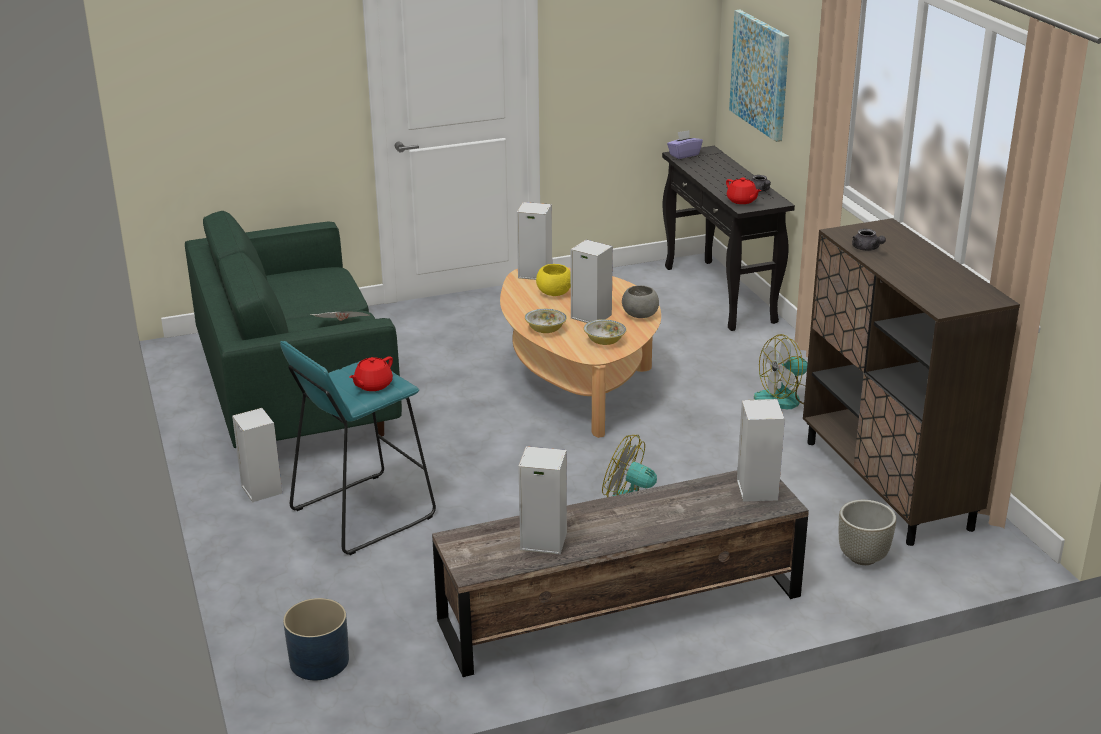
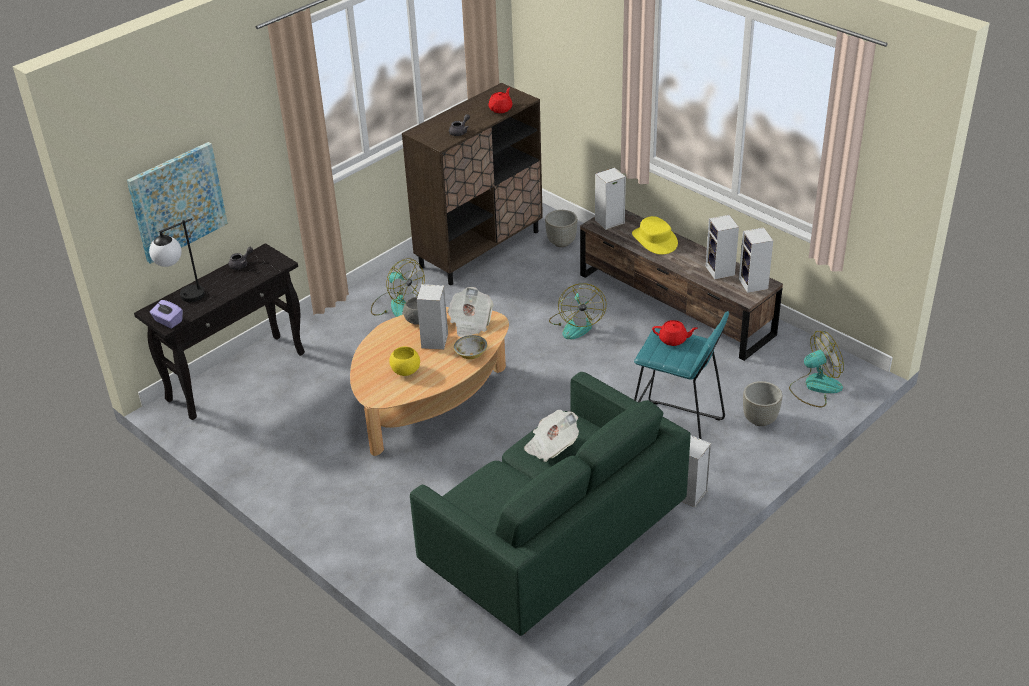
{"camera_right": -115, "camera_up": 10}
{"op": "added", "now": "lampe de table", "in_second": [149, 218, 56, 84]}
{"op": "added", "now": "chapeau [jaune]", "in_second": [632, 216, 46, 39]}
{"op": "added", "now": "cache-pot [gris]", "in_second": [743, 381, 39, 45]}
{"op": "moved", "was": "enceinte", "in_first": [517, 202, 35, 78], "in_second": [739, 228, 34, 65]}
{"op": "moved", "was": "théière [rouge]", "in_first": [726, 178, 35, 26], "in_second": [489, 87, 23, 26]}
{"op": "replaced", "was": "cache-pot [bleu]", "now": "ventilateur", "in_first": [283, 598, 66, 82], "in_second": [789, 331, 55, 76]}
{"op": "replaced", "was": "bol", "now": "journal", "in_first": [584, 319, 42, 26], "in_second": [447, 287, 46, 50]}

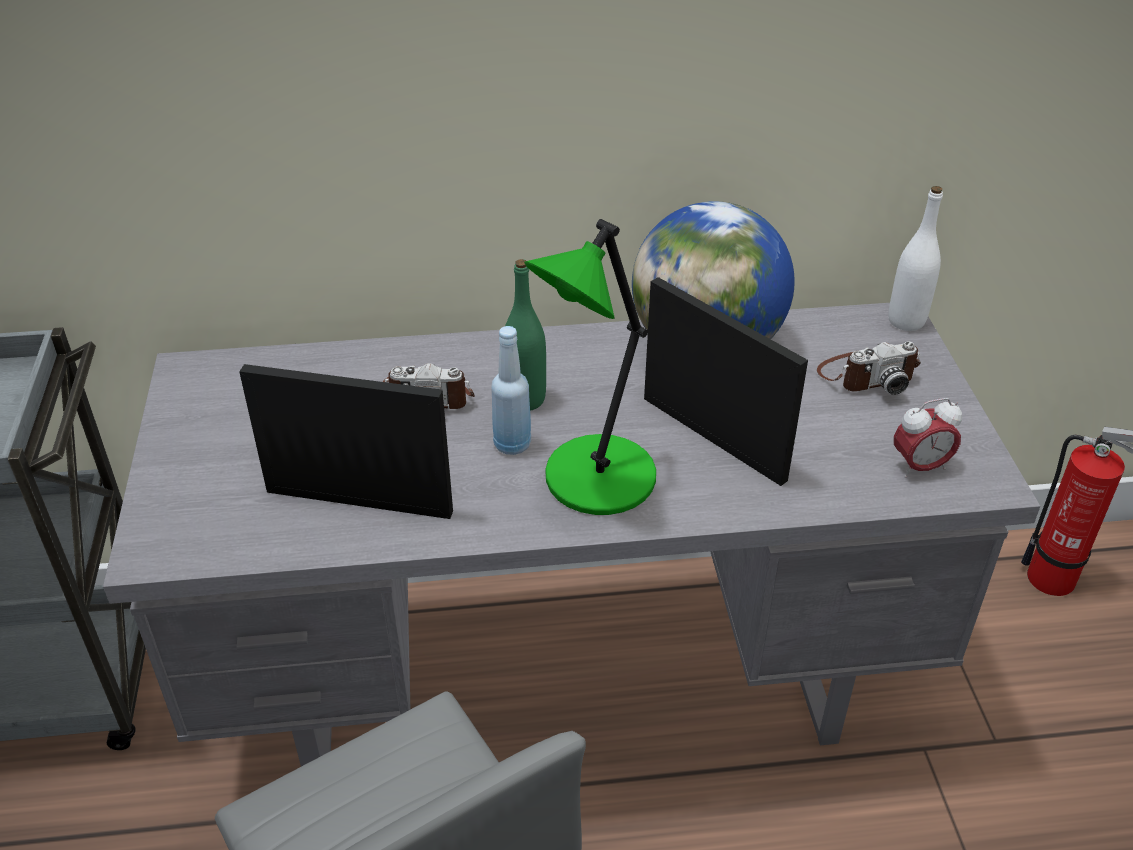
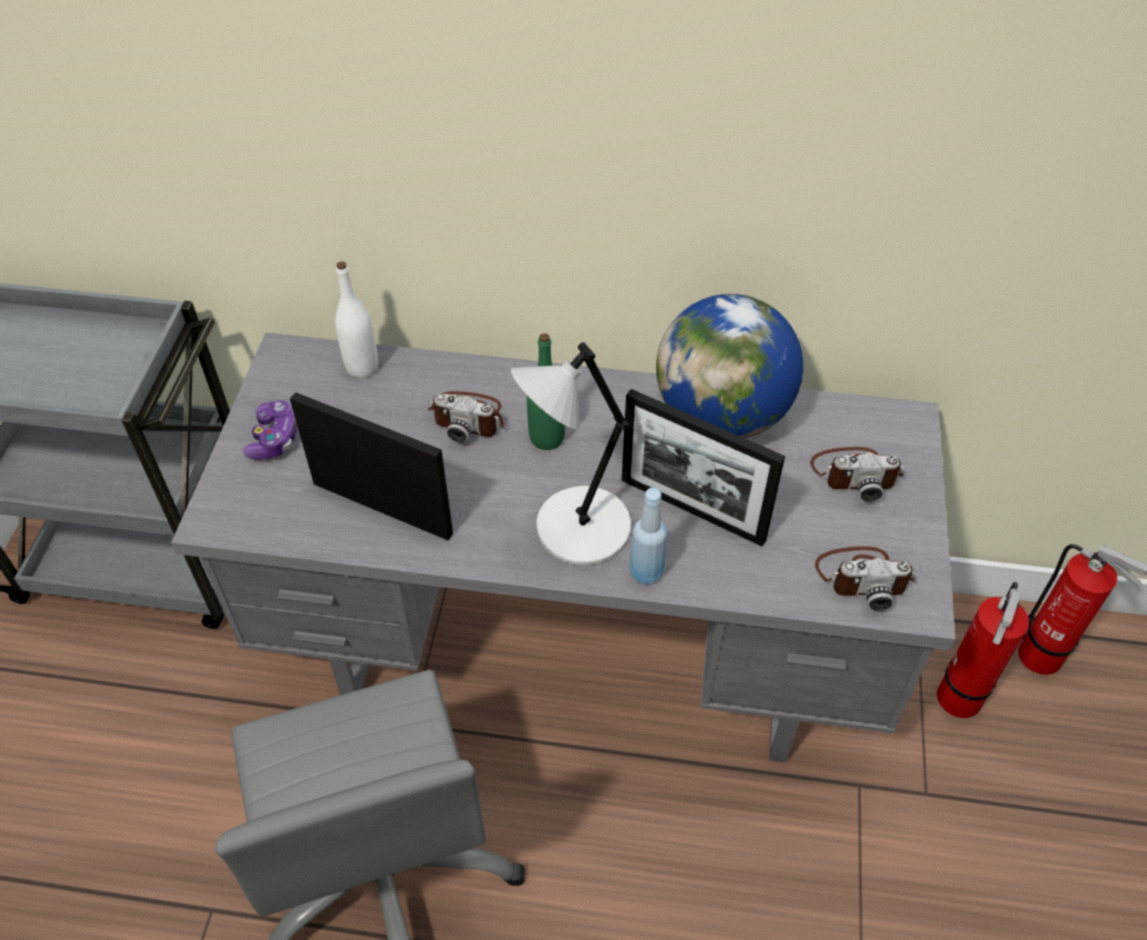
{"camera_right": 15, "camera_up": 10}
{"op": "added", "now": "manette", "in_second": [243, 400, 54, 60]}
{"op": "added", "now": "extincteur", "in_second": [937, 582, 92, 136]}
{"op": "moved", "was": "bouteille [bleu]", "in_first": [491, 326, 40, 129], "in_second": [629, 488, 38, 97]}
{"op": "moved", "was": "bouteille [blanc]", "in_first": [888, 186, 55, 145], "in_second": [335, 262, 43, 116]}
{"op": "replaced", "was": "réveil", "now": "appareil photo", "in_first": [894, 398, 68, 80], "in_second": [815, 546, 101, 65]}
{"op": "recoloured", "was": "lampe de table [vert]", "now": "lampe de table [gris]", "in_first": [524, 219, 132, 296], "in_second": [511, 342, 120, 223]}
{"op": "turned", "was": "cadre photo", "in_first": [644, 277, 164, 209], "in_second": [622, 389, 163, 158], "clockwise": 150}

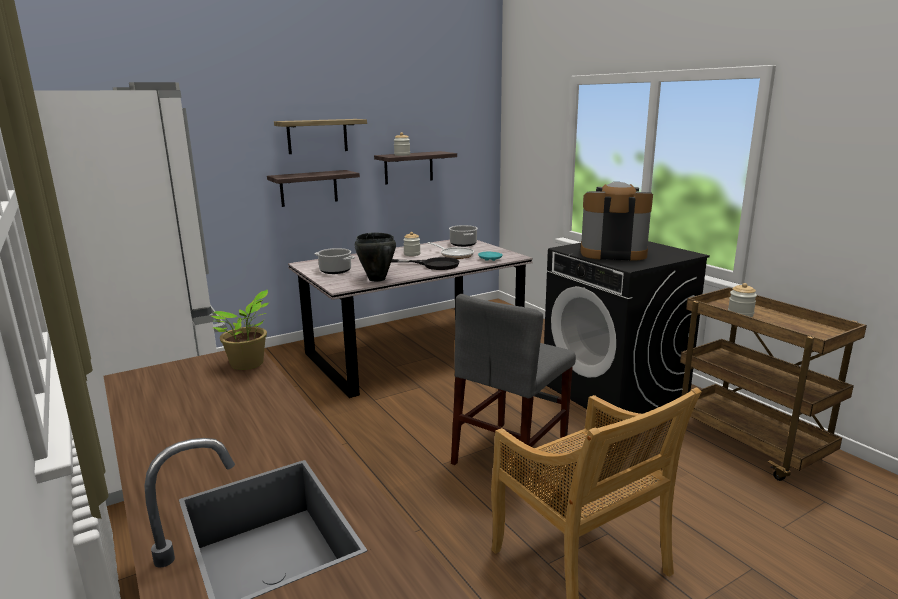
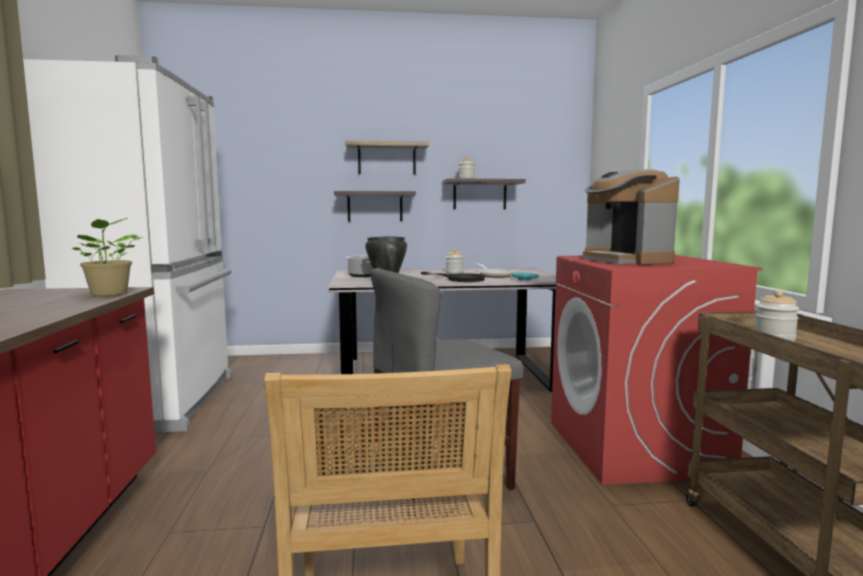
{"camera_right": 25, "camera_up": -10}
{"op": "removed", "was": "marmite", "in_first": [449, 225, 29, 22]}
{"op": "recoloured", "was": "lave-linge [noir]", "now": "lave-linge [rouge]", "in_first": [544, 241, 166, 178], "in_second": [551, 255, 212, 230]}
{"op": "turned", "was": "machine à café", "in_first": [581, 182, 72, 79], "in_second": [583, 169, 97, 96], "clockwise": -150}

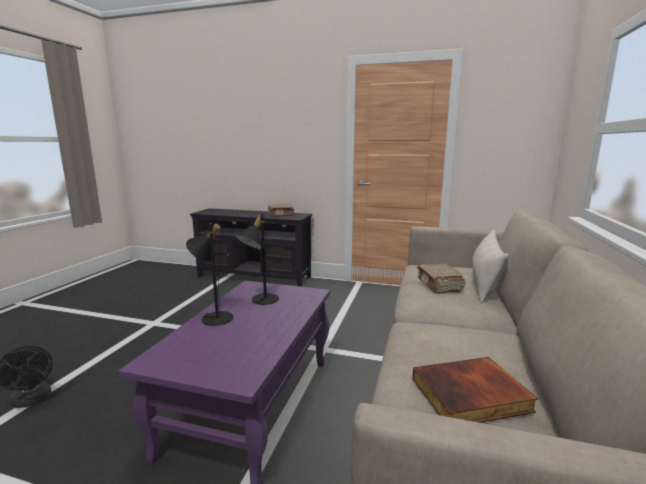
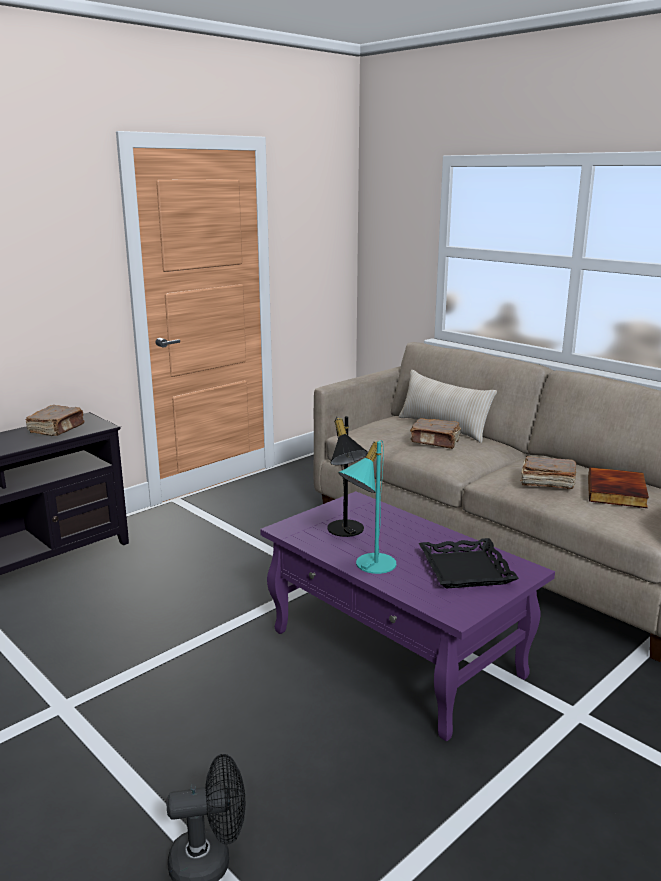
{"camera_right": -60, "camera_up": 5}
{"op": "added", "now": "plateau [noir]", "in_second": [419, 538, 100, 51]}
{"op": "added", "now": "livre [marron]", "in_second": [520, 456, 56, 33]}
{"op": "recoloured", "was": "lampe de table [noir]", "now": "lampe de table [turquoise]", "in_first": [186, 223, 47, 103], "in_second": [339, 440, 57, 134]}

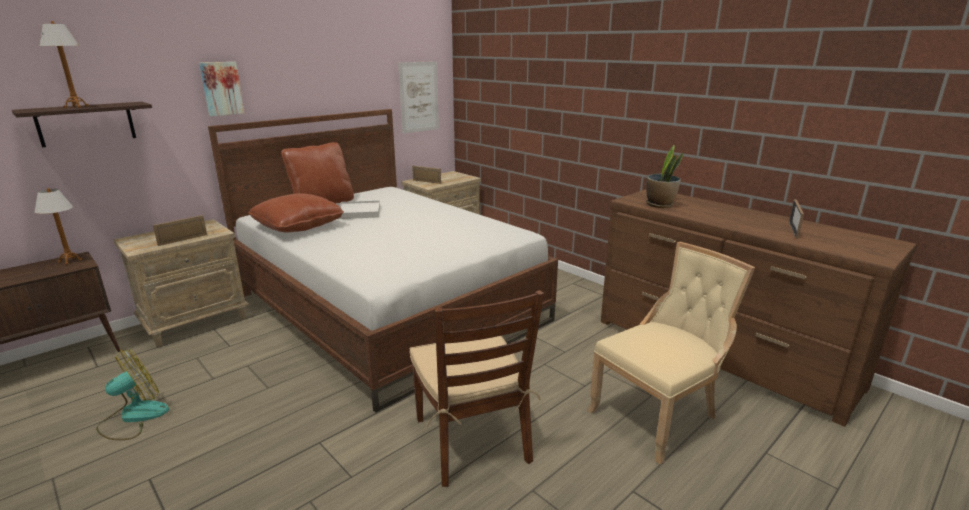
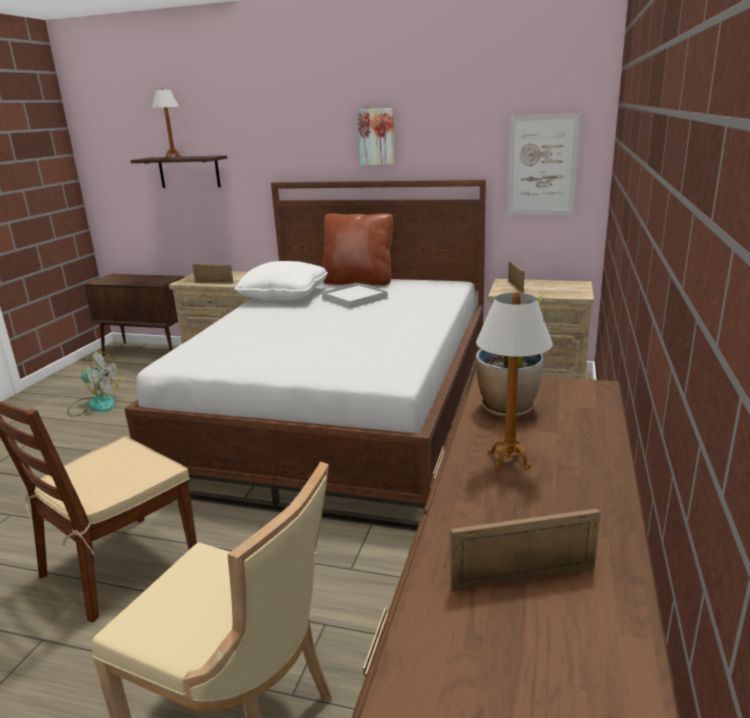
{"camera_right": 60, "camera_up": 0}
{"op": "moved", "was": "lampe de table", "in_first": [35, 188, 47, 77], "in_second": [476, 292, 77, 179]}
{"op": "moved", "was": "tableau", "in_first": [199, 62, 46, 54], "in_second": [358, 108, 37, 57]}
{"op": "recoloured", "was": "coussin [marron]", "now": "coussin [blanc]", "in_first": [248, 193, 96, 40], "in_second": [234, 261, 94, 39]}

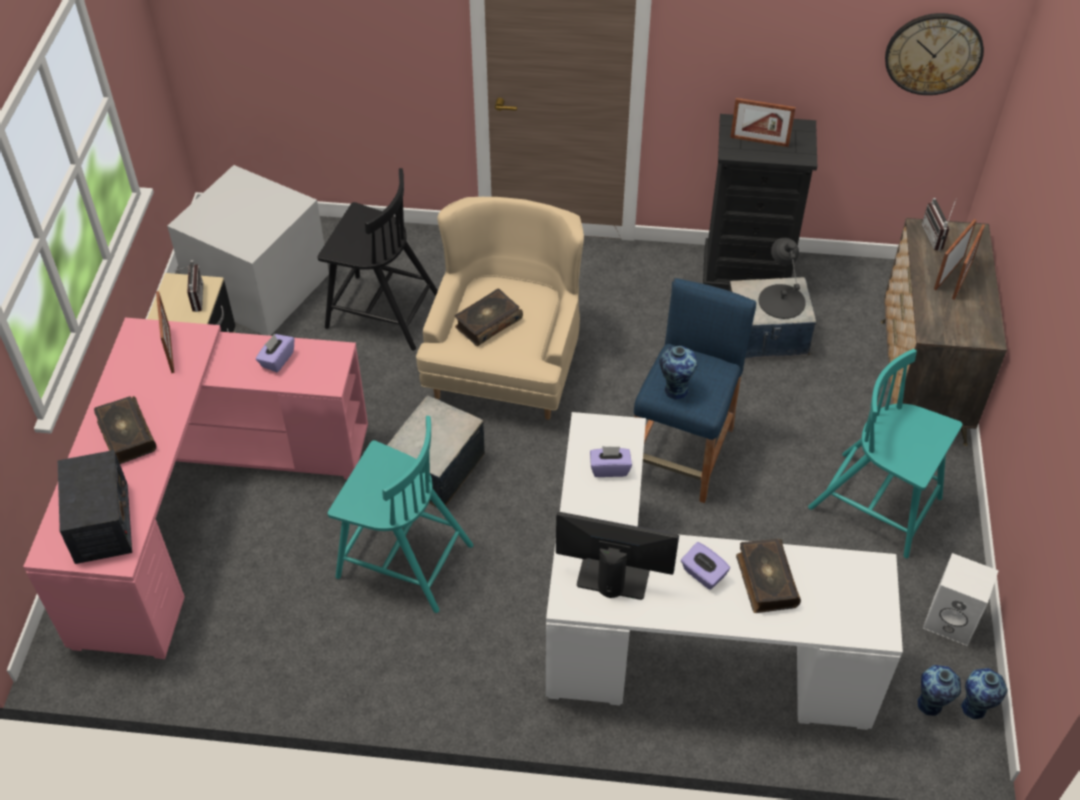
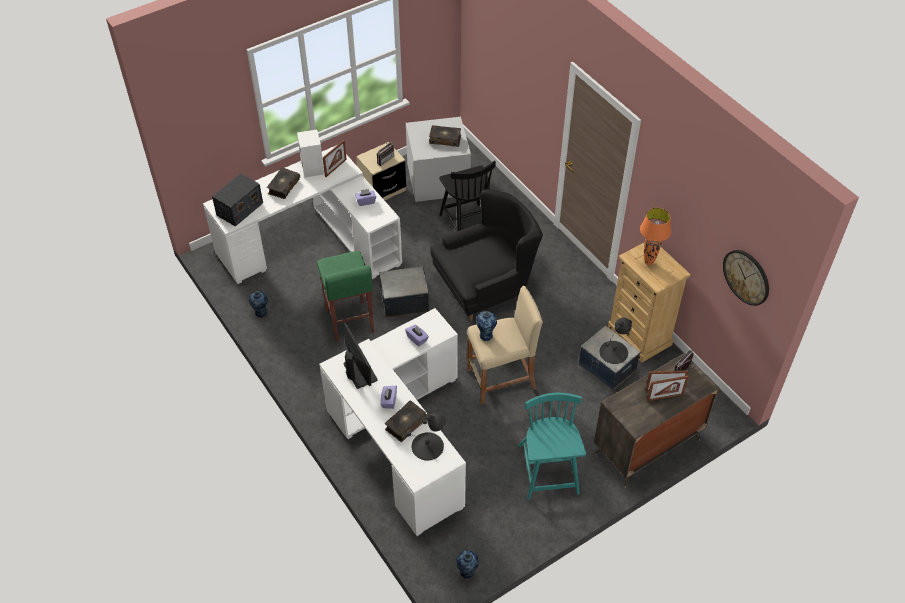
{"camera_right": 50, "camera_up": 0}
{"op": "added", "now": "lampe de table [noir]", "in_second": [406, 413, 40, 47]}
{"op": "moved", "was": "livre", "in_first": [455, 289, 68, 57], "in_second": [429, 125, 32, 22]}
{"op": "moved", "was": "vase", "in_first": [916, 665, 45, 51], "in_second": [249, 291, 19, 27]}
{"op": "moved", "was": "enceinte [blanc]", "in_first": [923, 553, 76, 93], "in_second": [297, 129, 27, 48]}
{"op": "replaced", "was": "chaise [turquoise]", "now": "tabouret [vert]", "in_first": [328, 416, 145, 197], "in_second": [317, 251, 57, 91]}
{"op": "replaced", "was": "cadre photo", "now": "lampe de table [orange]", "in_first": [730, 98, 66, 49], "in_second": [640, 208, 31, 57]}
{"op": "recoloured", "was": "bureau [rose]", "now": "bureau [blanc]", "in_first": [23, 318, 345, 341], "in_second": [203, 145, 199, 139]}
{"op": "recoloured", "was": "fauteuil [beige]", "now": "fauteuil [noir]", "in_first": [416, 197, 168, 223], "in_second": [430, 189, 113, 132]}
{"op": "recoloured", "was": "tabouret [bleu]", "now": "tabouret [beige]", "in_first": [634, 278, 122, 225], "in_second": [467, 286, 76, 119]}
{"op": "recoloured", "was": "commode [noir]", "now": "commode [beige]", "in_first": [703, 114, 114, 177], "in_second": [607, 242, 84, 121]}

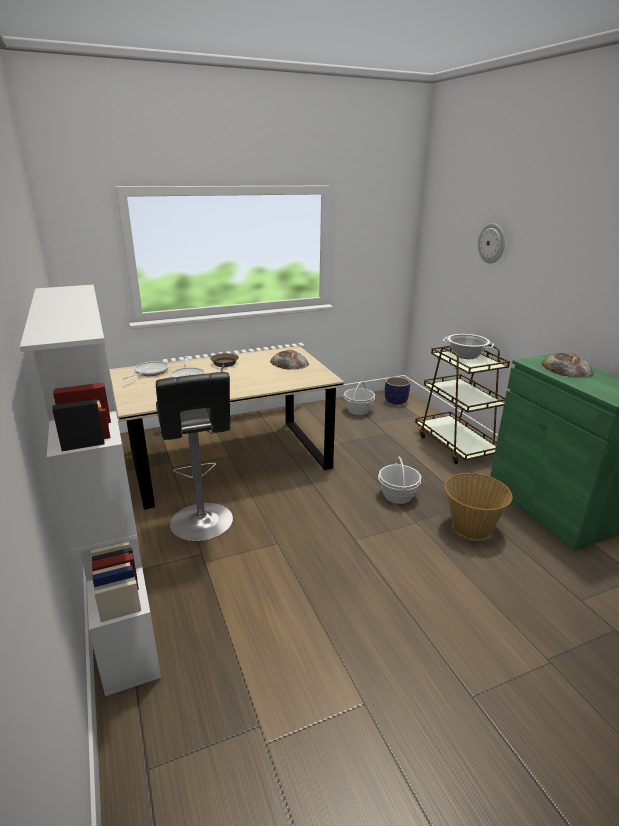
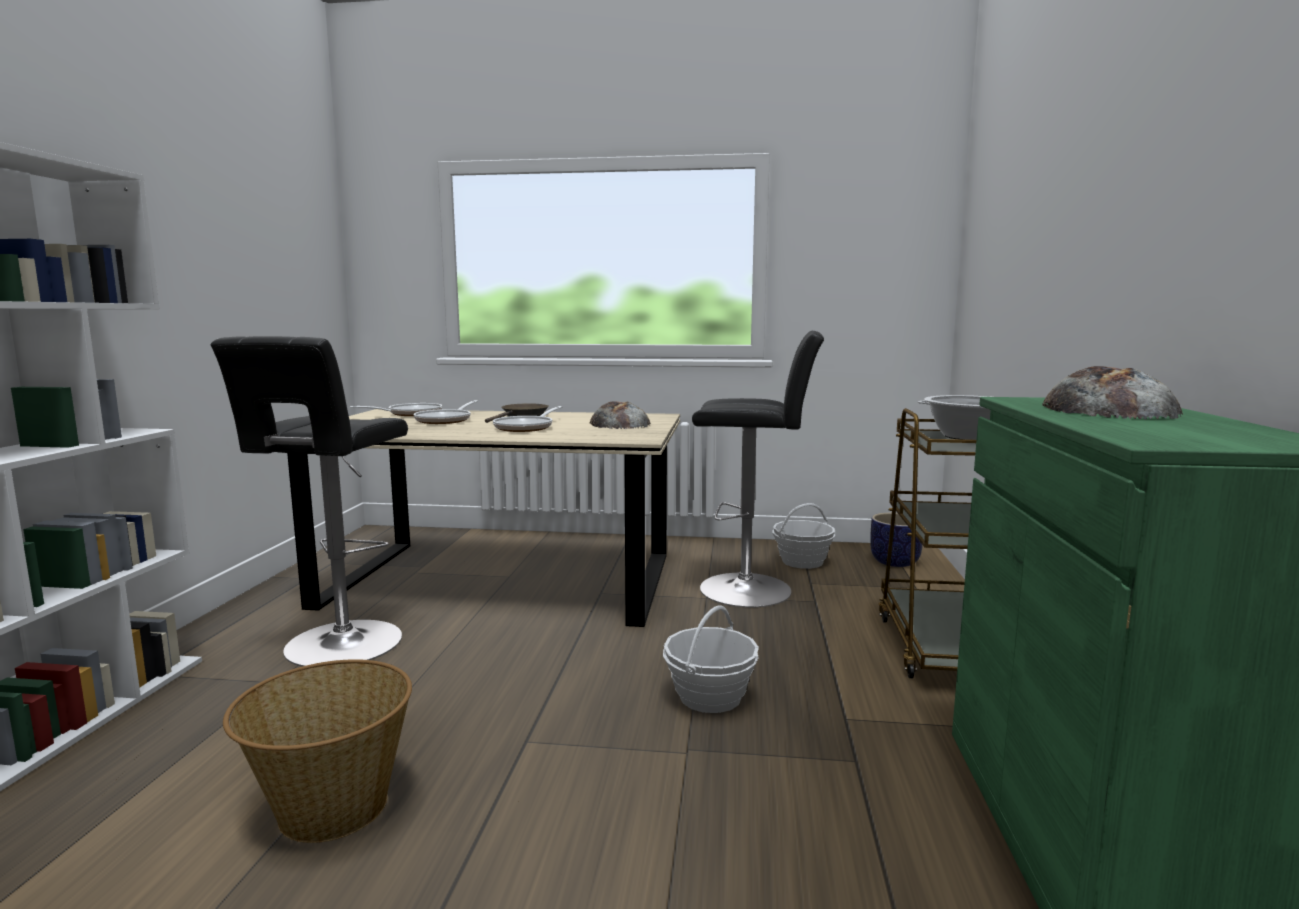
{"camera_right": 30, "camera_up": -15}
{"op": "removed", "was": "horloge murale", "in_first": [478, 223, 27, 40]}
{"op": "added", "now": "poêle", "in_second": [493, 406, 69, 26]}
{"op": "added", "now": "tabouret [noir]", "in_second": [692, 331, 132, 276]}
{"op": "moved", "was": "panier", "in_first": [444, 473, 69, 67], "in_second": [223, 659, 189, 184]}

